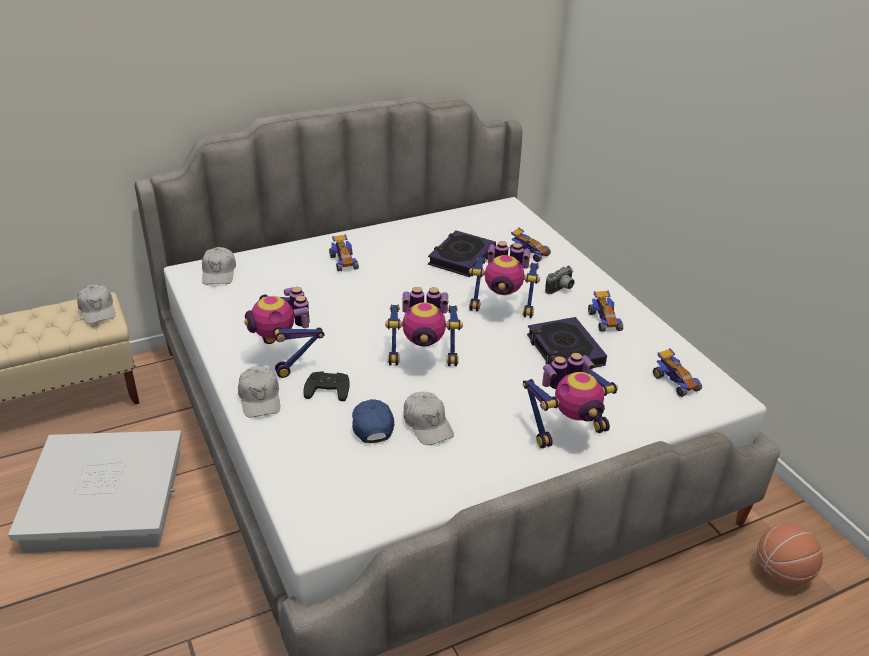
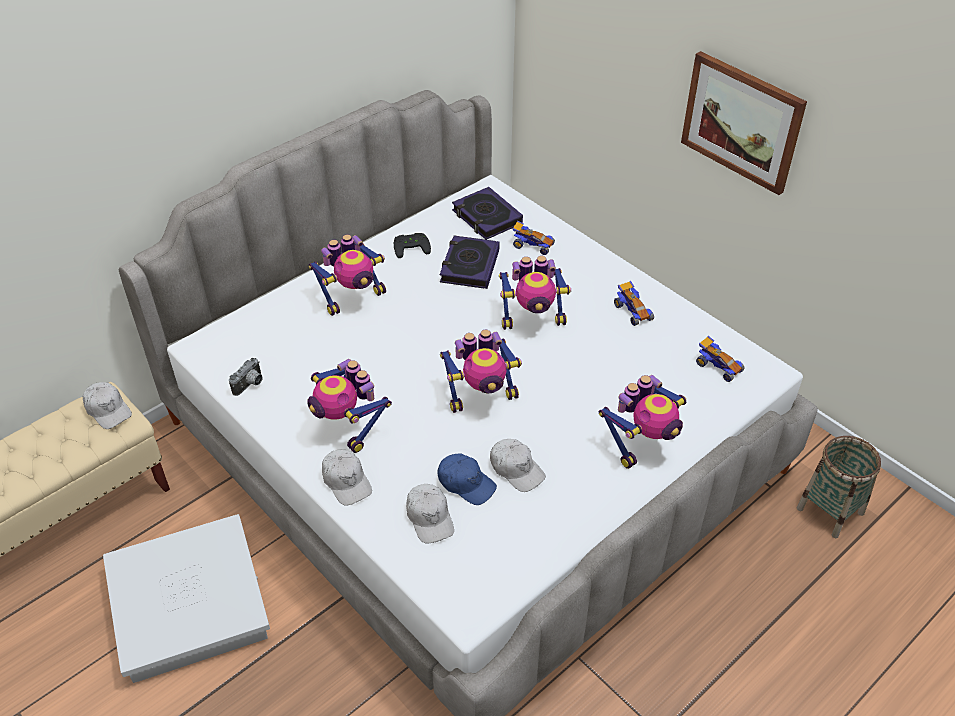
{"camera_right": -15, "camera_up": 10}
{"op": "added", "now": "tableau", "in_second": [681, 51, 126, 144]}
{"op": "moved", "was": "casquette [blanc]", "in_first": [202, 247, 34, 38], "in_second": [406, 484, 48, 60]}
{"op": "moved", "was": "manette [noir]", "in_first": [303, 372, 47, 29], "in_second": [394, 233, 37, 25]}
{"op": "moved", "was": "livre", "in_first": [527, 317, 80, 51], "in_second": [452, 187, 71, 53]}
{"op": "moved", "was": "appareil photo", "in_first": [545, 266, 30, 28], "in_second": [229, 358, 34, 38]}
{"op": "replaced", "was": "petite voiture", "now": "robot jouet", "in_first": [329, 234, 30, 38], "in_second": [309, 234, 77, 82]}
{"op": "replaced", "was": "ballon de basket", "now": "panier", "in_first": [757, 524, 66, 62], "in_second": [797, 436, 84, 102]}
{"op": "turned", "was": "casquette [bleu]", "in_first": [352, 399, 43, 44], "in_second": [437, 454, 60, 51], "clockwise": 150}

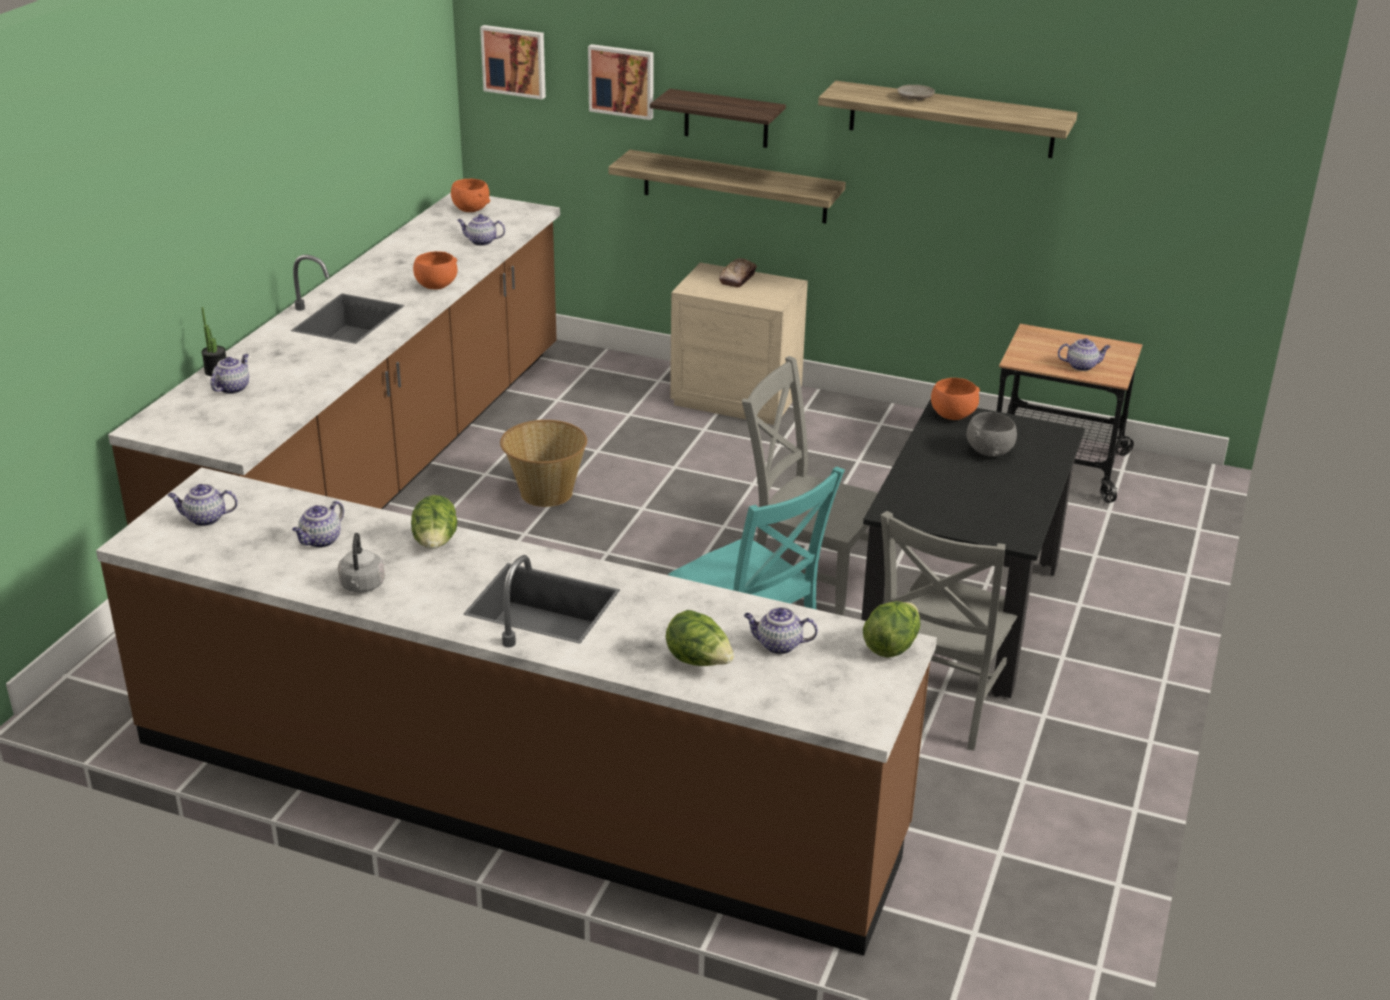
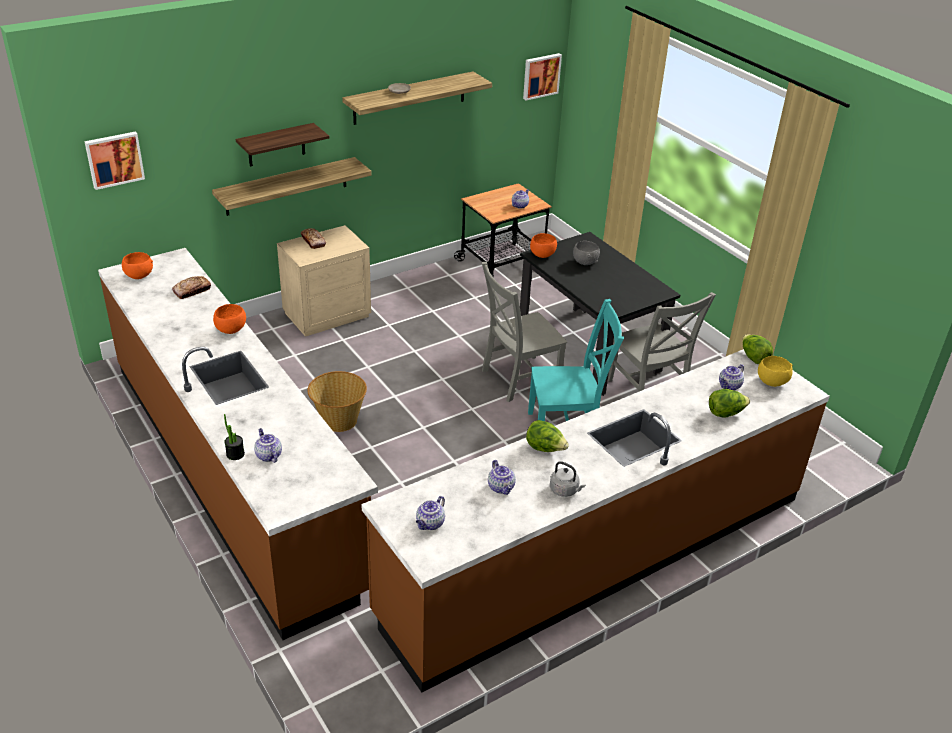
{"camera_right": -55, "camera_up": 5}
{"op": "added", "now": "bol [jaune]", "in_second": [758, 356, 35, 31]}
{"op": "moved", "was": "tableau", "in_first": [588, 44, 66, 76], "in_second": [523, 53, 39, 48]}
{"op": "replaced", "was": "théière", "now": "pain", "in_first": [457, 214, 48, 32], "in_second": [172, 276, 39, 23]}

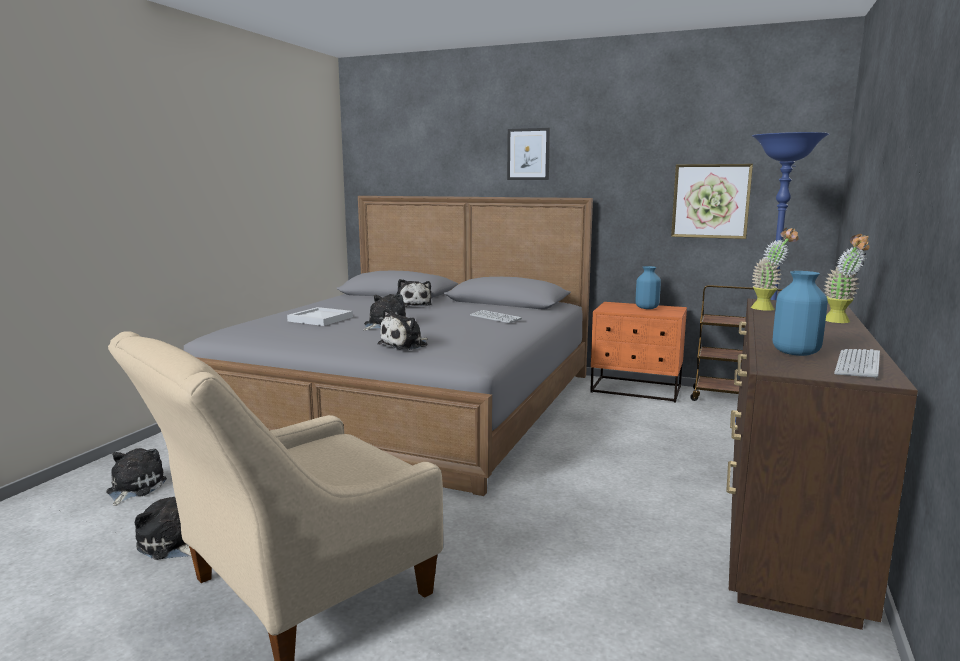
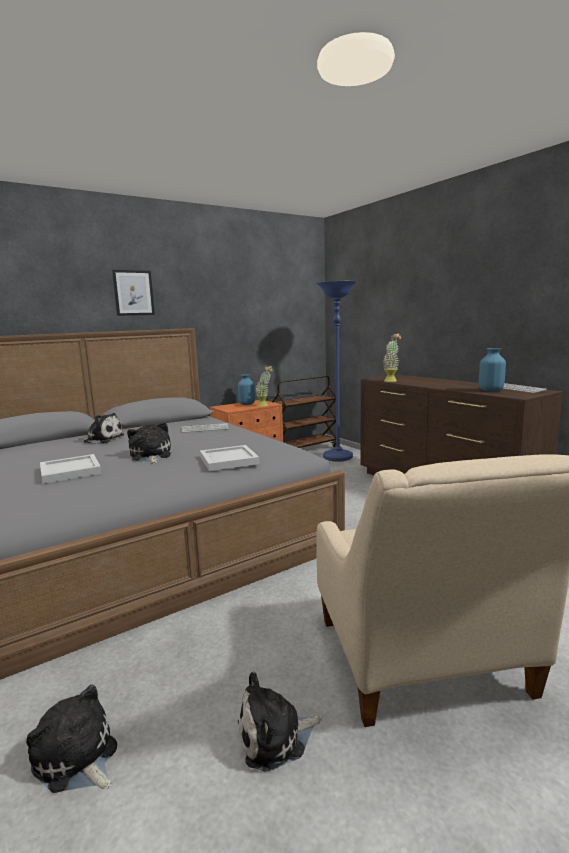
{"camera_right": -55, "camera_up": 0}
{"op": "removed", "was": "tableau", "in_first": [671, 164, 82, 75]}
{"op": "moved", "was": "plante en pot", "in_first": [824, 234, 46, 89], "in_second": [256, 365, 17, 42]}
{"op": "replaced", "was": "peluche", "now": "plateau [blanc]", "in_first": [377, 308, 51, 42], "in_second": [200, 445, 60, 26]}

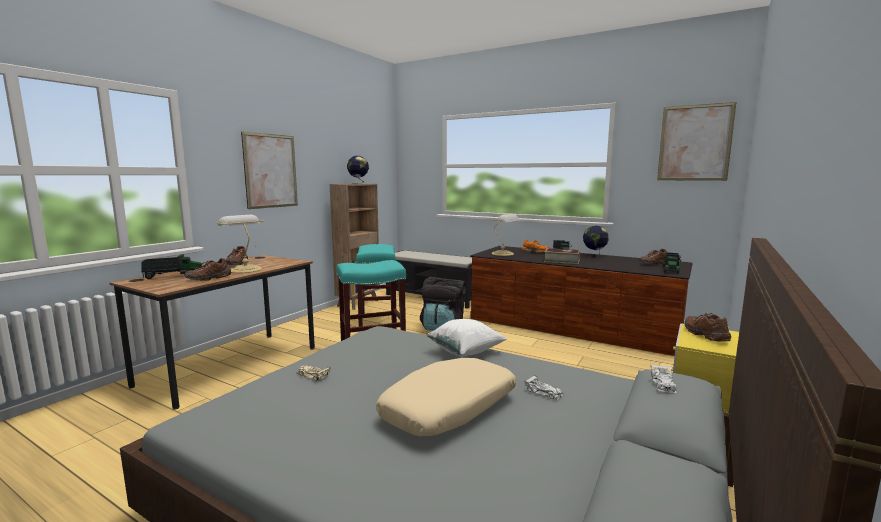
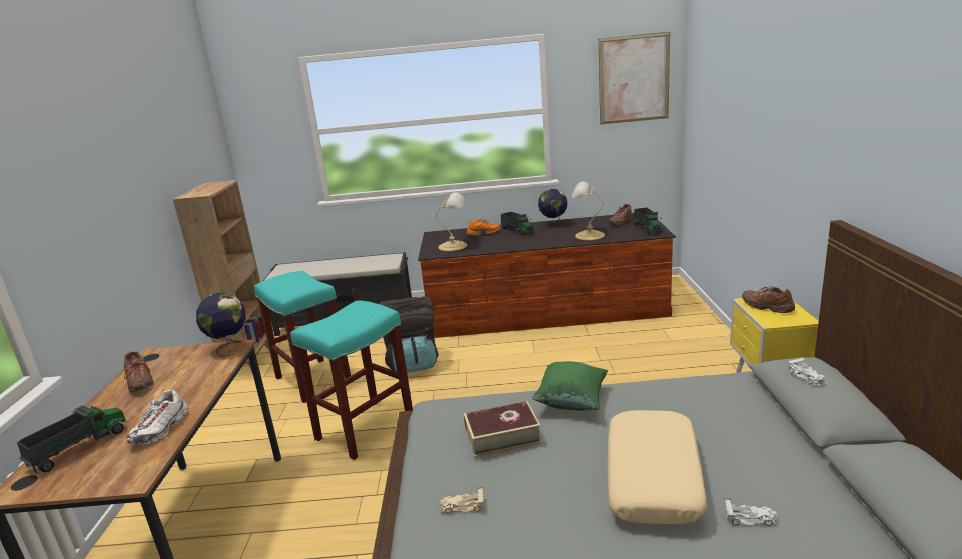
{"camera_right": -30, "camera_up": 10}
{"op": "removed", "was": "tableau", "in_first": [241, 132, 57, 77]}
{"op": "moved", "was": "lampe de table", "in_first": [217, 215, 47, 58], "in_second": [572, 182, 33, 58]}
{"op": "moved", "was": "globe", "in_first": [347, 156, 22, 28], "in_second": [196, 293, 50, 64]}
{"op": "moved", "was": "petite voiture [blanc]", "in_first": [524, 375, 40, 26], "in_second": [724, 498, 54, 28]}
{"op": "moved", "was": "livre", "in_first": [544, 248, 36, 16], "in_second": [464, 401, 77, 56]}
{"op": "recoloured", "was": "chaussure [marron]", "now": "chaussure [blanc]", "in_first": [184, 258, 47, 23], "in_second": [127, 390, 61, 55]}
{"op": "recoloured", "was": "coussin [blanc]", "now": "coussin [vert]", "in_first": [427, 319, 81, 38], "in_second": [532, 361, 76, 50]}

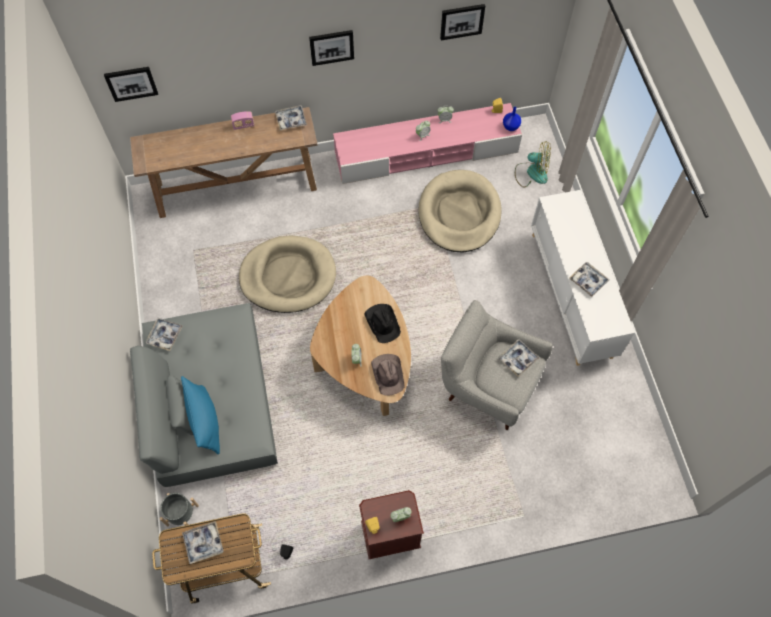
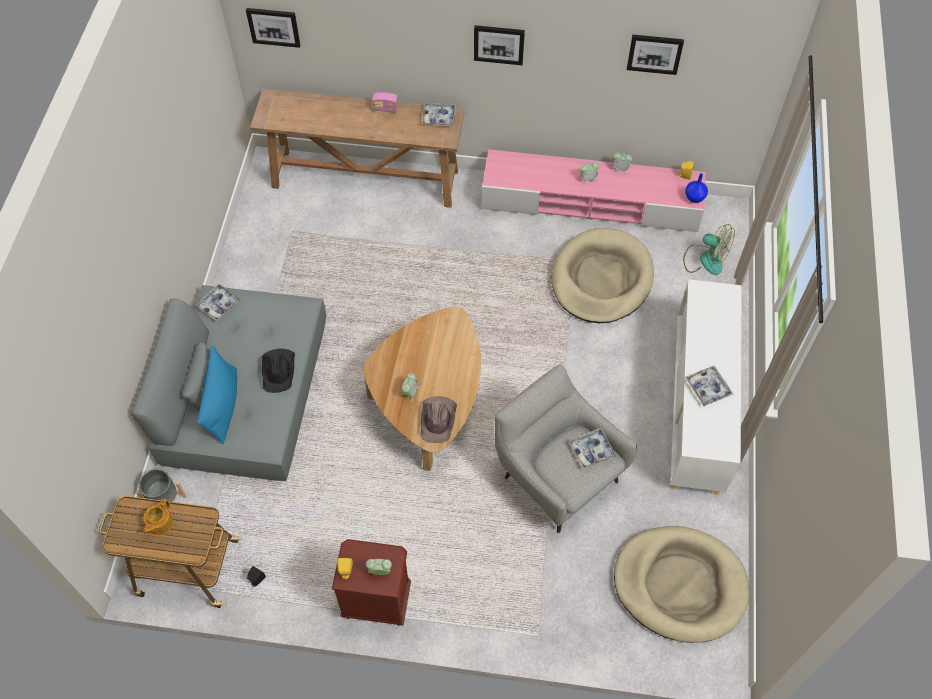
{"camera_right": 20, "camera_up": -5}
{"op": "moved", "was": "panier pour chien [beige]", "in_first": [239, 236, 97, 77], "in_second": [614, 526, 135, 117]}
{"op": "moved", "was": "chapeau [noir]", "in_first": [364, 304, 37, 39], "in_second": [262, 349, 33, 44]}
{"op": "replaced", "was": "plateau", "now": "théière", "in_first": [182, 521, 42, 43], "in_second": [143, 499, 30, 36]}

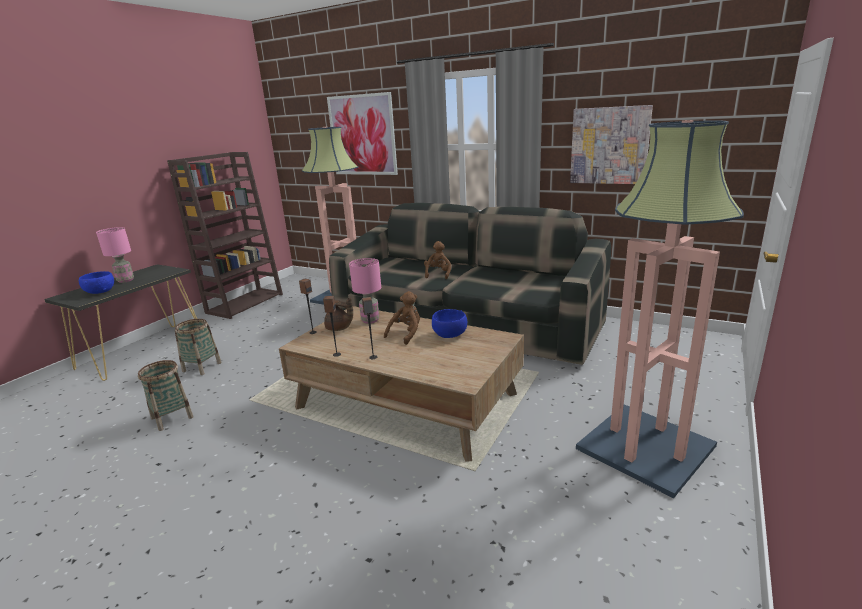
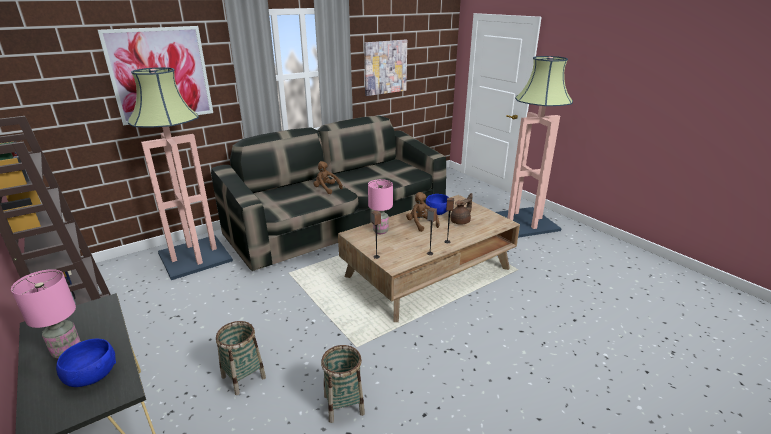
{"camera_right": -65, "camera_up": 5}
{"op": "moved", "was": "théière [marron]", "in_first": [324, 298, 29, 33], "in_second": [451, 193, 22, 32]}

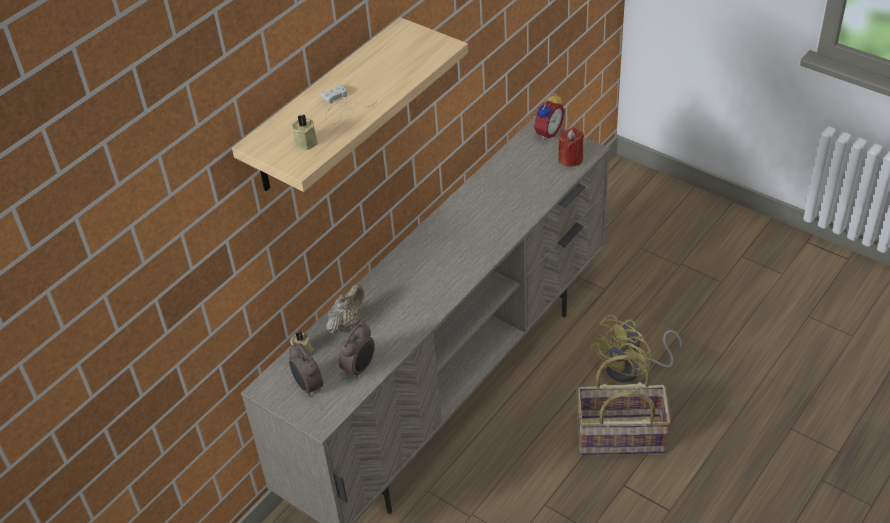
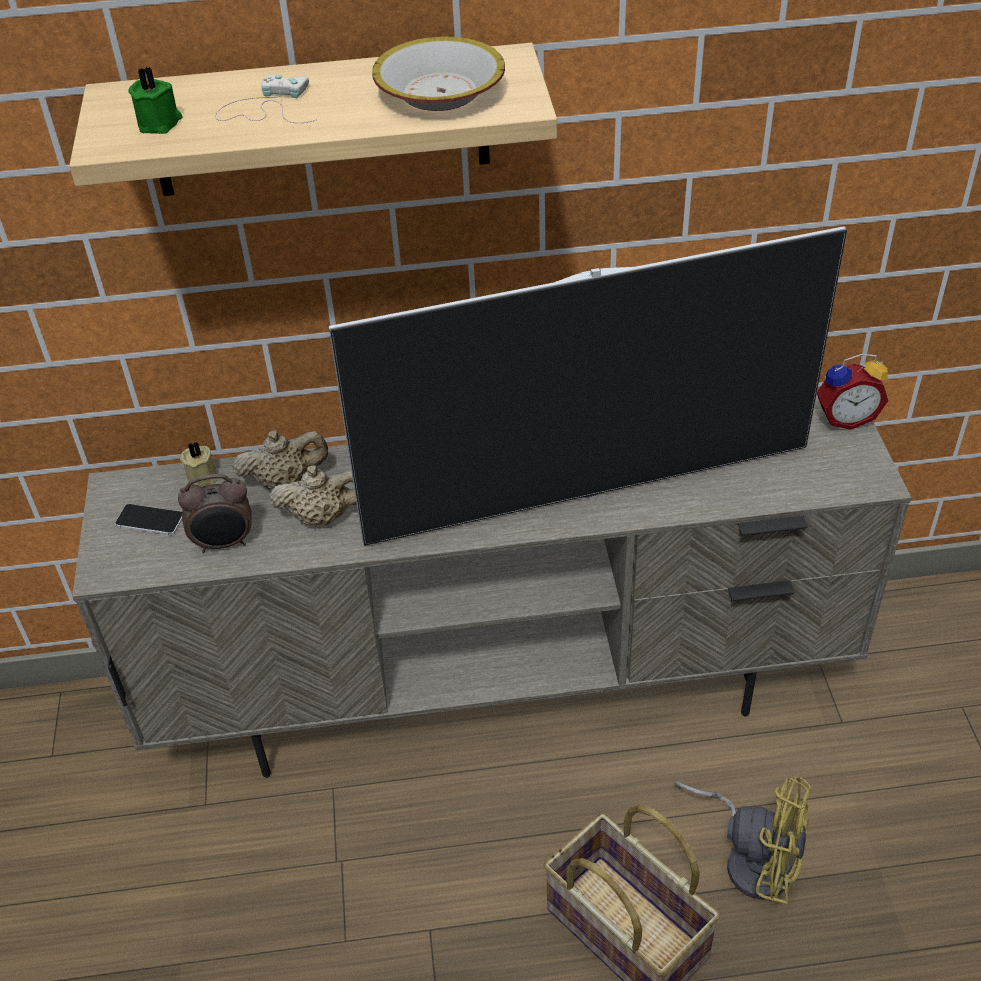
{"camera_right": 45, "camera_up": 0}
{"op": "removed", "was": "bougie [rouge]", "in_first": [558, 127, 26, 40]}
{"op": "added", "now": "théière [beige]", "in_second": [269, 465, 88, 60]}
{"op": "added", "now": "téléviseur", "in_second": [329, 226, 518, 320]}
{"op": "added", "now": "bol", "in_second": [372, 36, 133, 75]}
{"op": "replaced", "was": "réveil", "now": "téléphone", "in_first": [289, 342, 34, 55], "in_second": [115, 504, 67, 31]}
{"op": "recoloured", "was": "bougie [beige]", "now": "bougie [vert]", "in_first": [291, 114, 27, 36], "in_second": [128, 67, 55, 67]}
{"op": "turned", "was": "ventilateur [jaune]", "in_first": [589, 315, 93, 67], "in_second": [674, 776, 137, 128], "clockwise": -150}

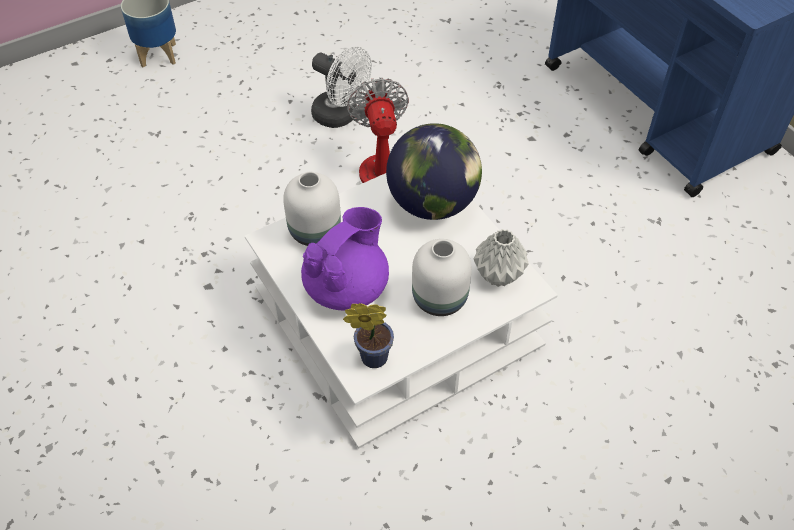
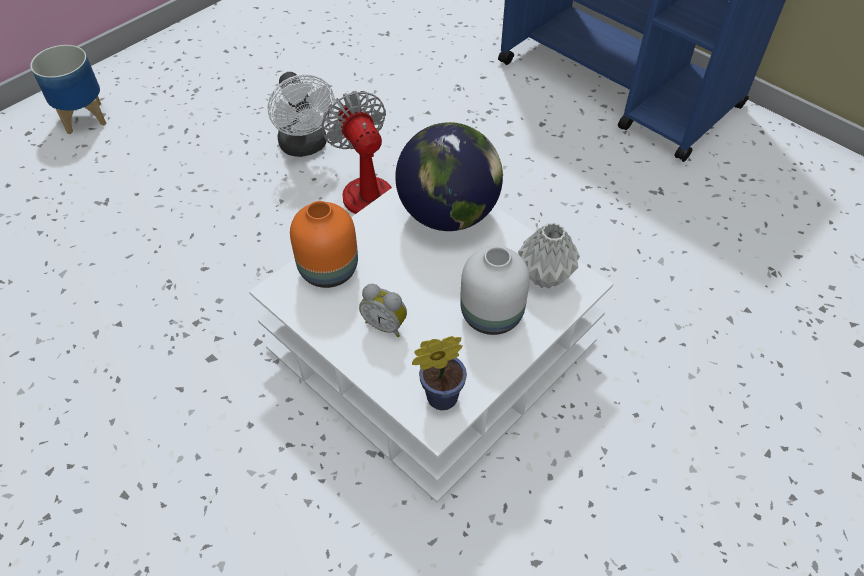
{"camera_right": -15, "camera_up": 0}
{"op": "replaced", "was": "théière [violet]", "now": "réveil", "in_first": [301, 207, 88, 103], "in_second": [359, 284, 48, 53]}
{"op": "recoloured", "was": "vase [blanc]", "now": "vase [orange]", "in_first": [283, 172, 58, 74], "in_second": [290, 201, 68, 87]}
{"op": "turned", "was": "ventilateur [blanc]", "in_first": [311, 46, 61, 82], "in_second": [268, 72, 67, 85], "clockwise": 45}

